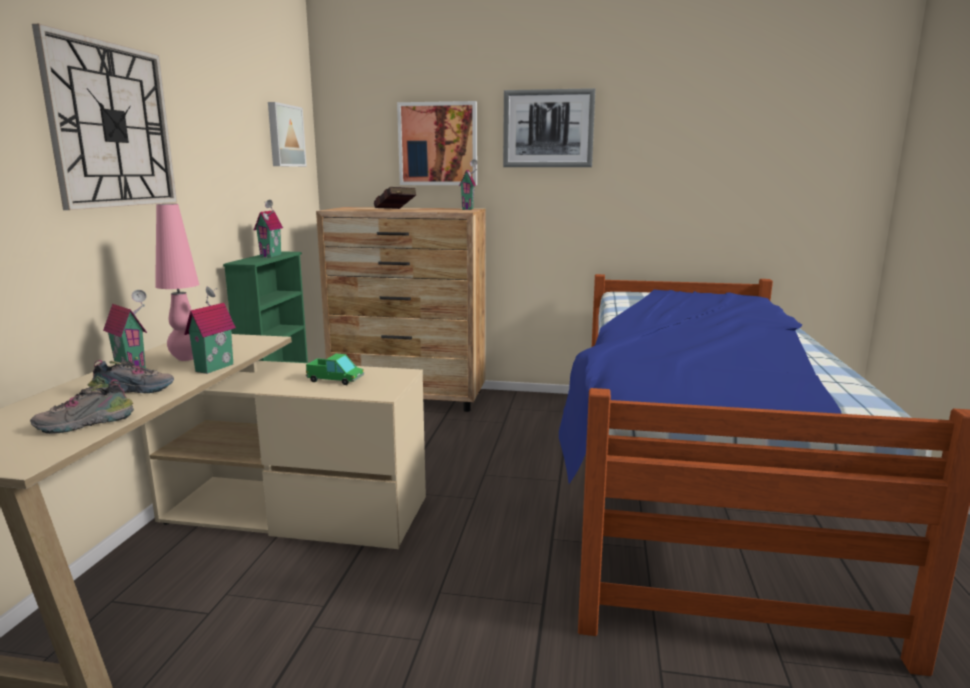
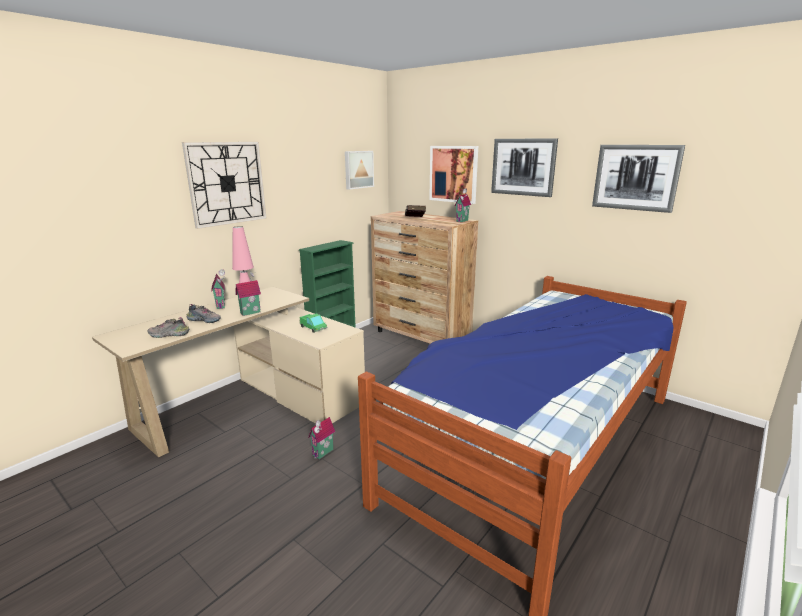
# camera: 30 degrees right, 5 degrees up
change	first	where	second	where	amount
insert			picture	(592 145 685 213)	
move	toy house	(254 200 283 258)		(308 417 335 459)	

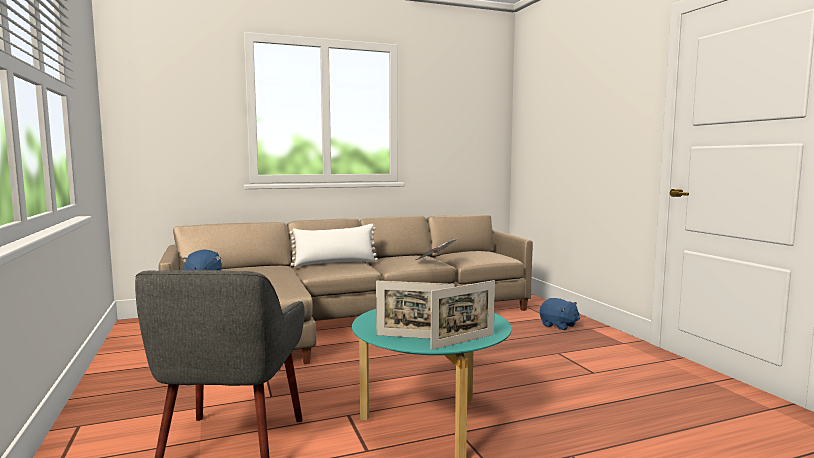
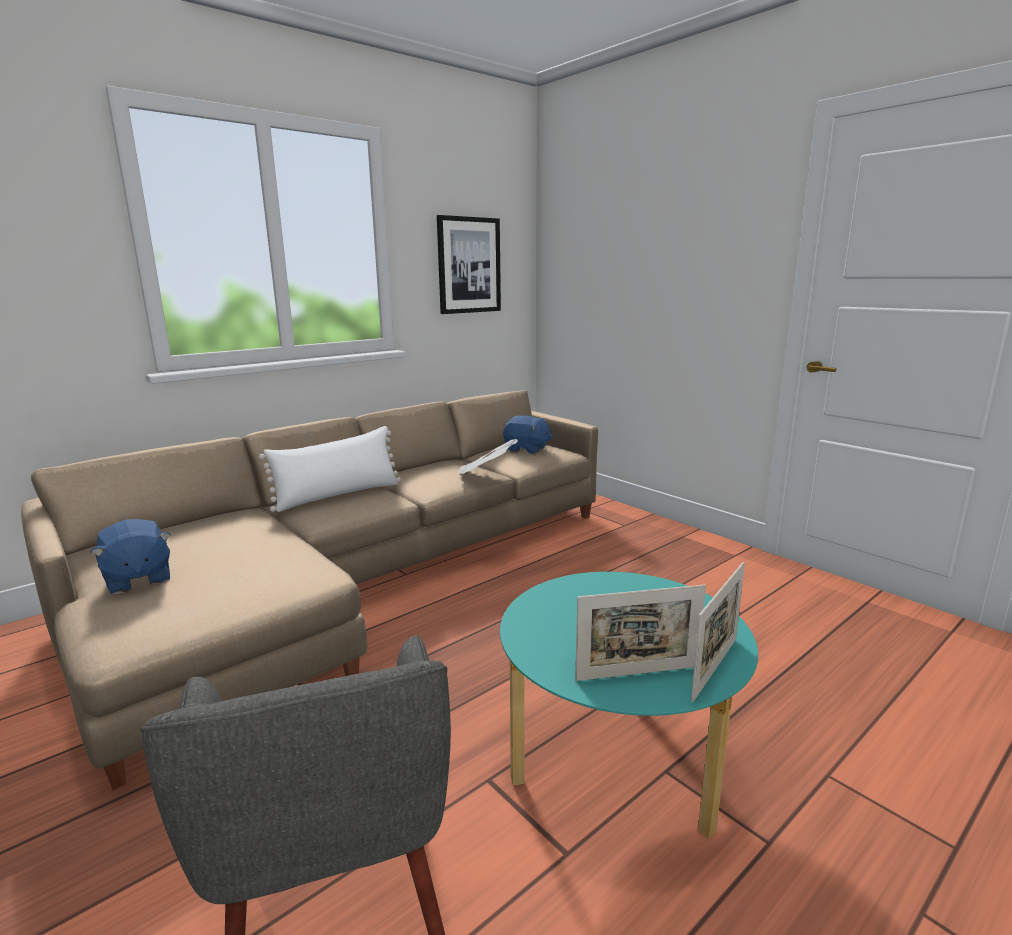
# camera: 20 degrees left, 10 degrees up
change	first	where	second	where	amount
insert			picture	(437 215 501 314)	
move	plush toy (blue)	(540 298 580 330)		(503 415 553 454)	

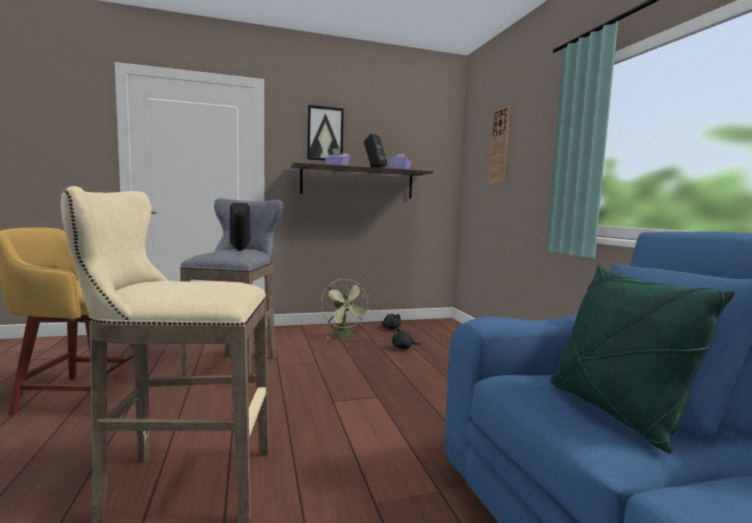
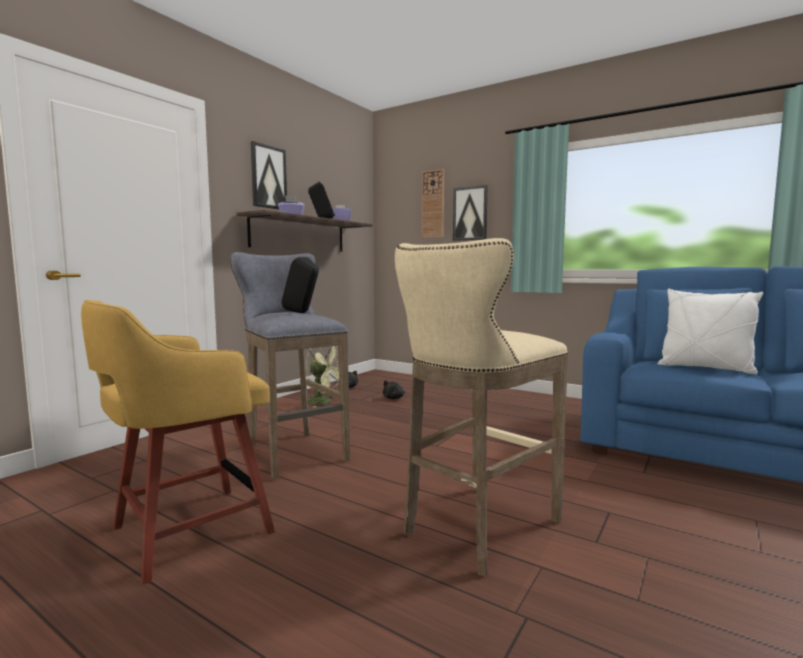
# camera: 40 degrees left, 0 degrees up
change	first	where	second	where	amount
insert			picture	(453 185 488 241)	
recolor	pillow (green)	(550 265 735 453)	pillow (white)	(658 289 763 374)	

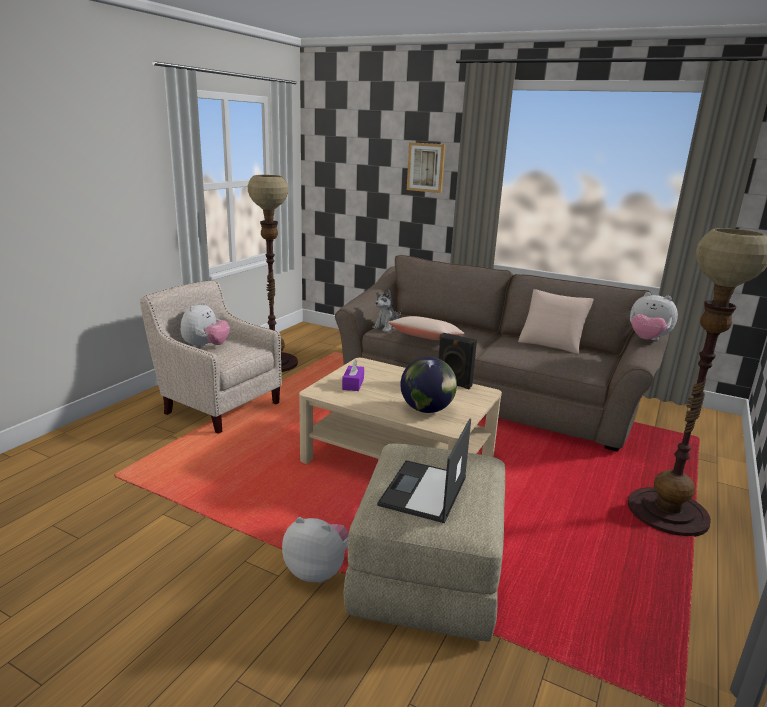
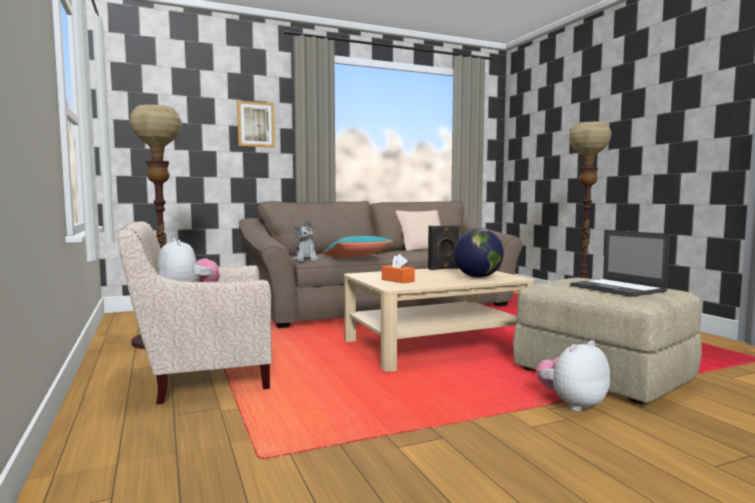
# camera: 50 degrees left, 15 degrees down
change	first	where	second	where	amount
delete	plush toy	(630 292 678 341)			
recolor	tissue box (purple)	(342 360 364 391)	tissue box (orange)	(382 254 415 283)	
recolor	pillow (beige)	(388 316 465 340)	pillow (turquoise)	(322 236 393 258)	

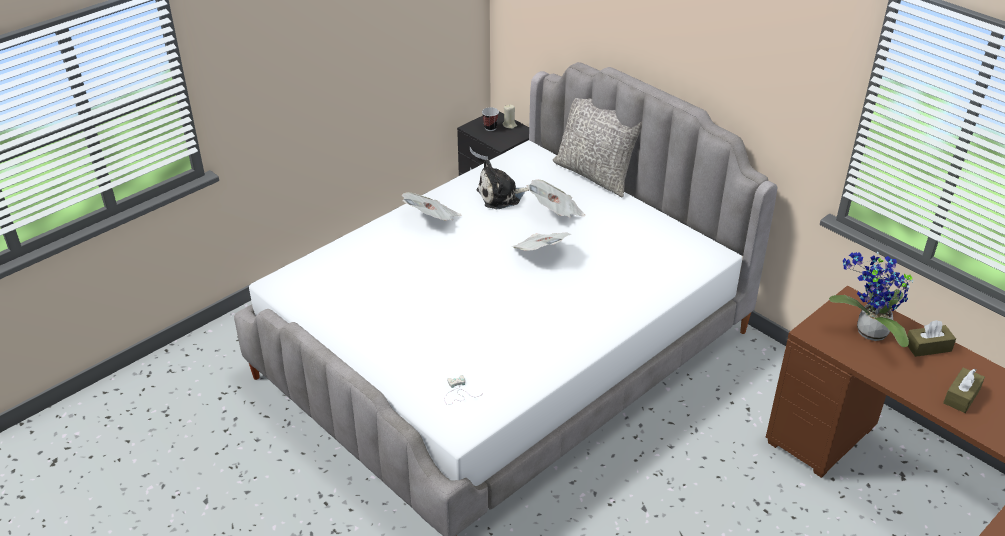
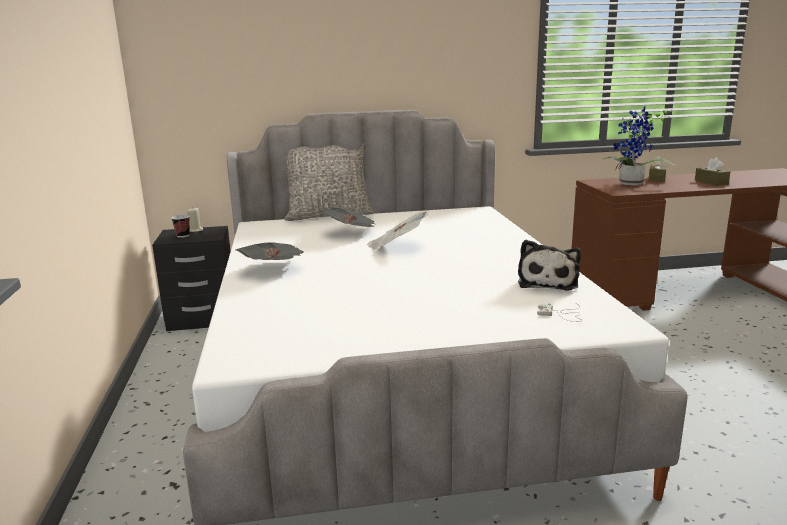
# camera: 55 degrees left, 20 degrees down
change	first	where	second	where	amount
move	plush toy	(476 159 529 209)		(518 240 581 291)	

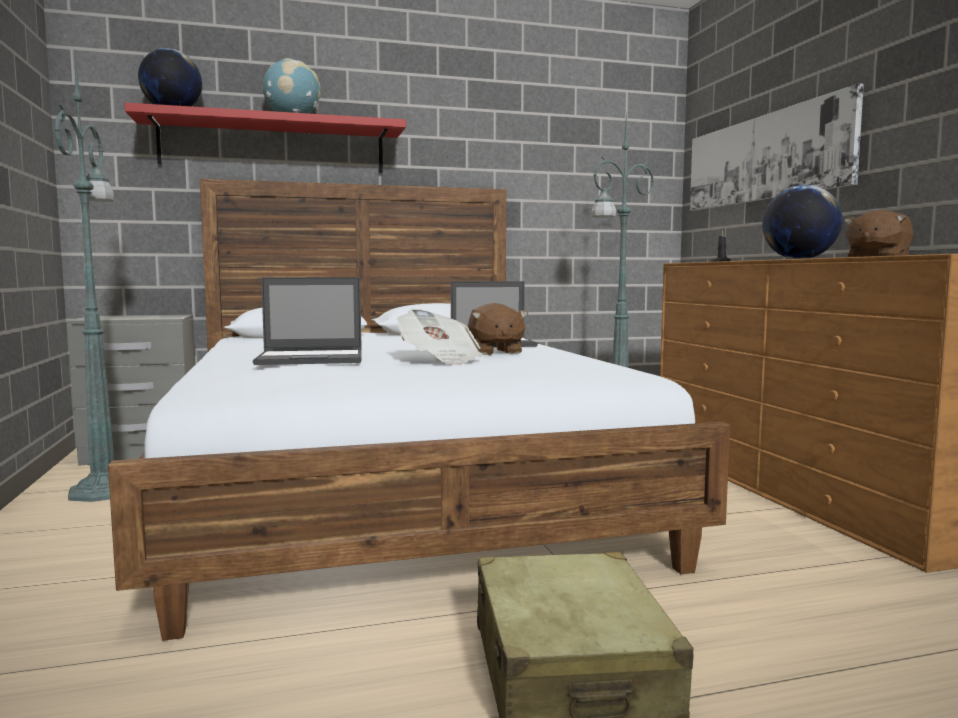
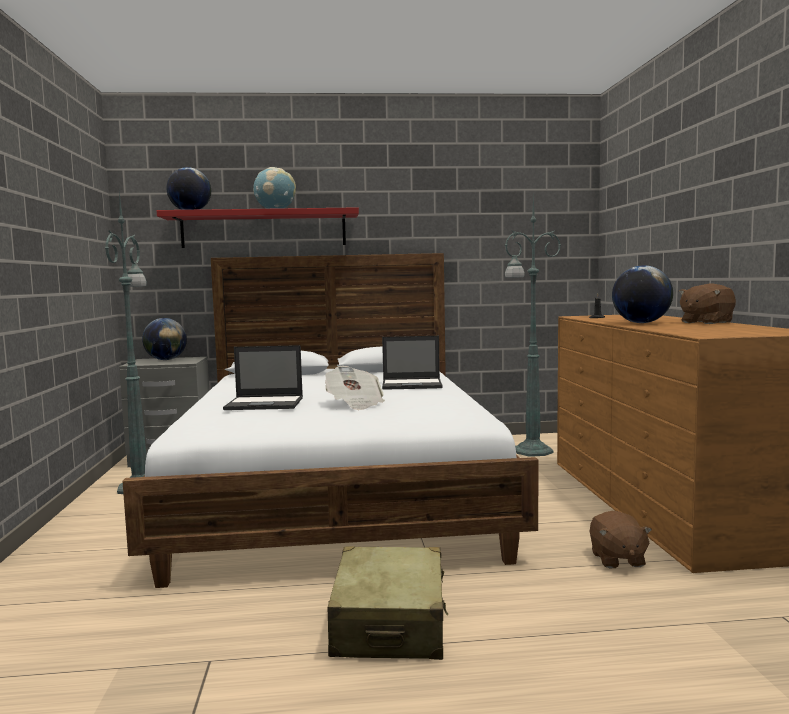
# camera: 10 degrees right, 0 degrees up
change	first	where	second	where	amount
delete	picture	(690 83 864 211)			
insert			globe	(142 318 187 360)	
move	plush toy (brown)	(468 303 528 355)		(590 511 652 568)	

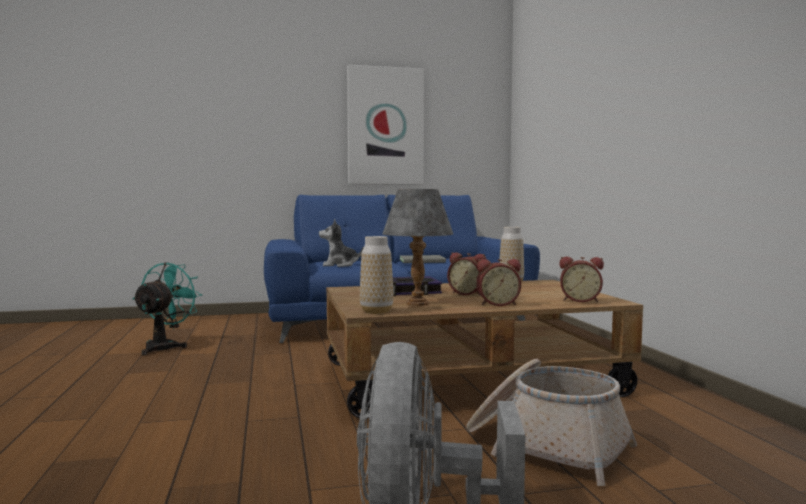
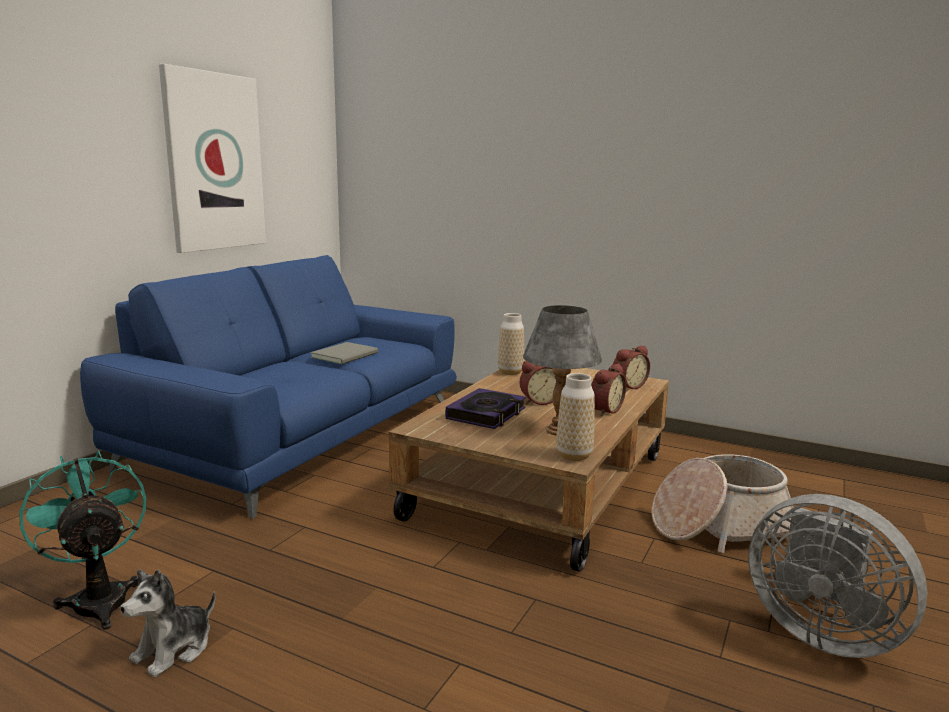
# camera: 50 degrees left, 10 degrees up
change	first	where	second	where	amount
move	plush toy	(319 219 364 267)		(120 569 215 677)	

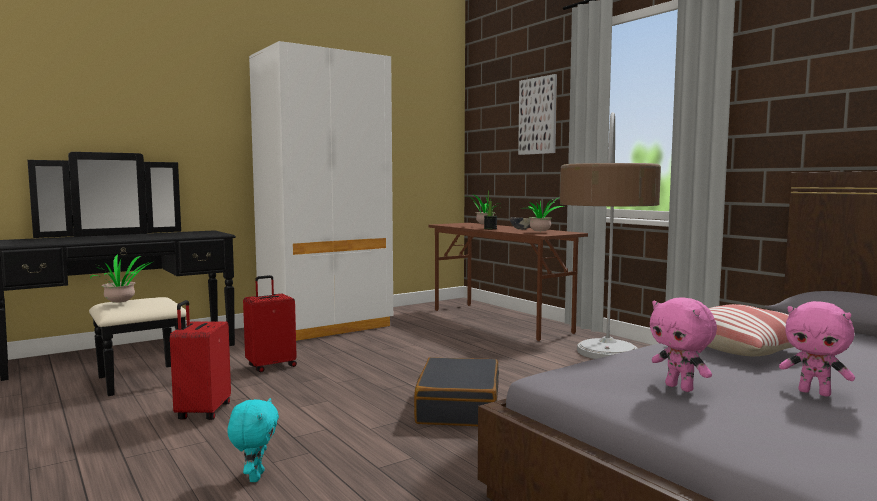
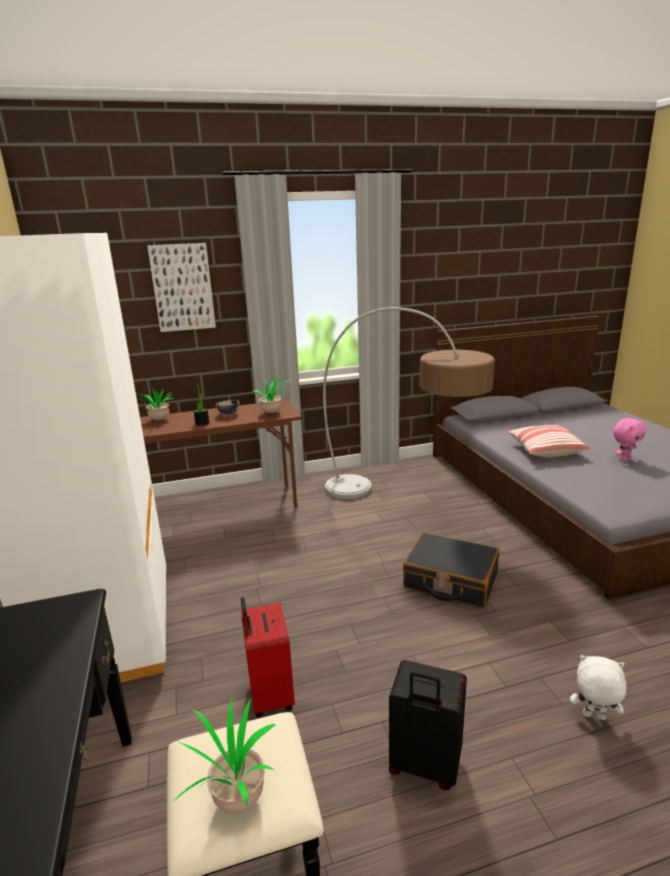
# camera: 70 degrees left, 15 degrees up
change	first	where	second	where	amount
delete	plush toy (pink)	(650 297 717 392)			
recolor	suitcase (red)	(170 300 231 420)	suitcase (black)	(389 660 467 790)	
recolor	plush toy (turquoise)	(227 398 279 482)	plush toy (white)	(570 655 626 720)	

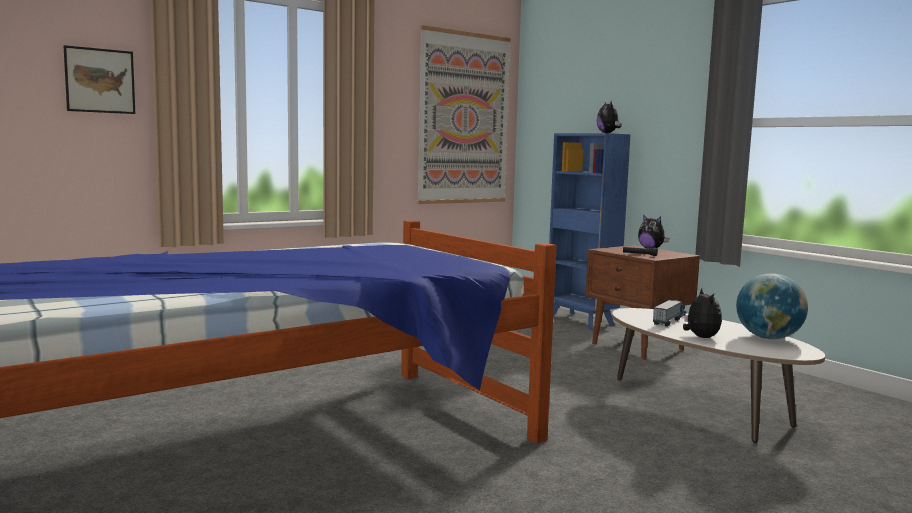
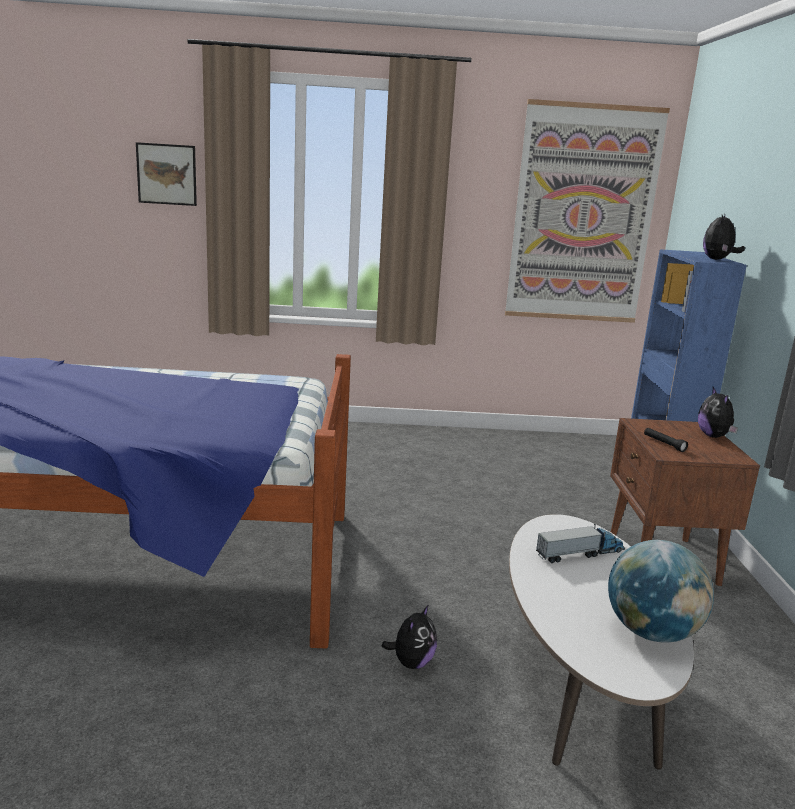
# camera: 35 degrees right, 10 degrees up
change	first	where	second	where	amount
move	plush toy	(683 288 722 338)		(382 604 437 669)	

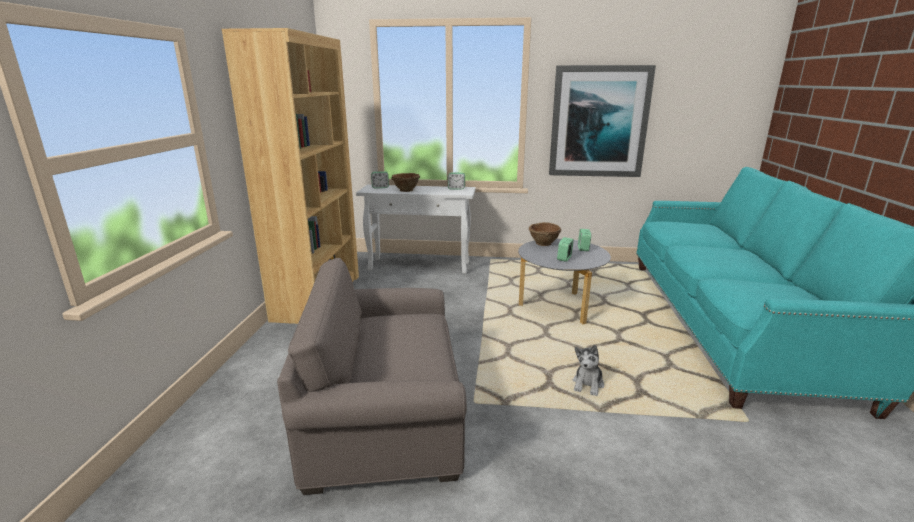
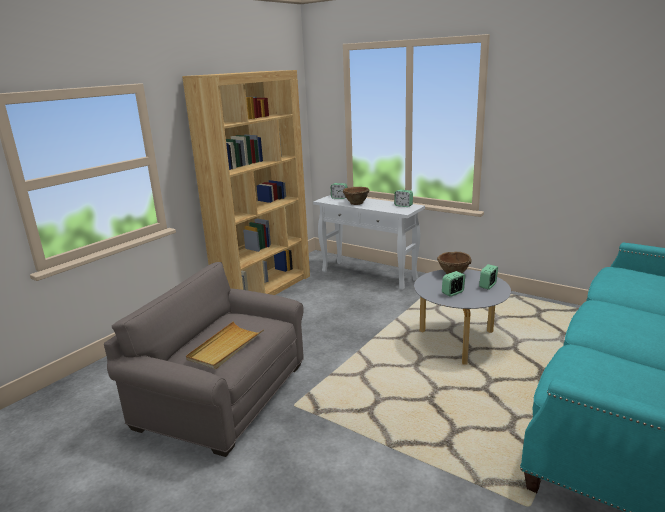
# camera: 30 degrees right, 0 degrees up
change	first	where	second	where	amount
delete	picture	(549 65 656 177)			
delete	plush toy	(573 345 604 396)			
insert			tray (beige)	(186 321 264 369)	

